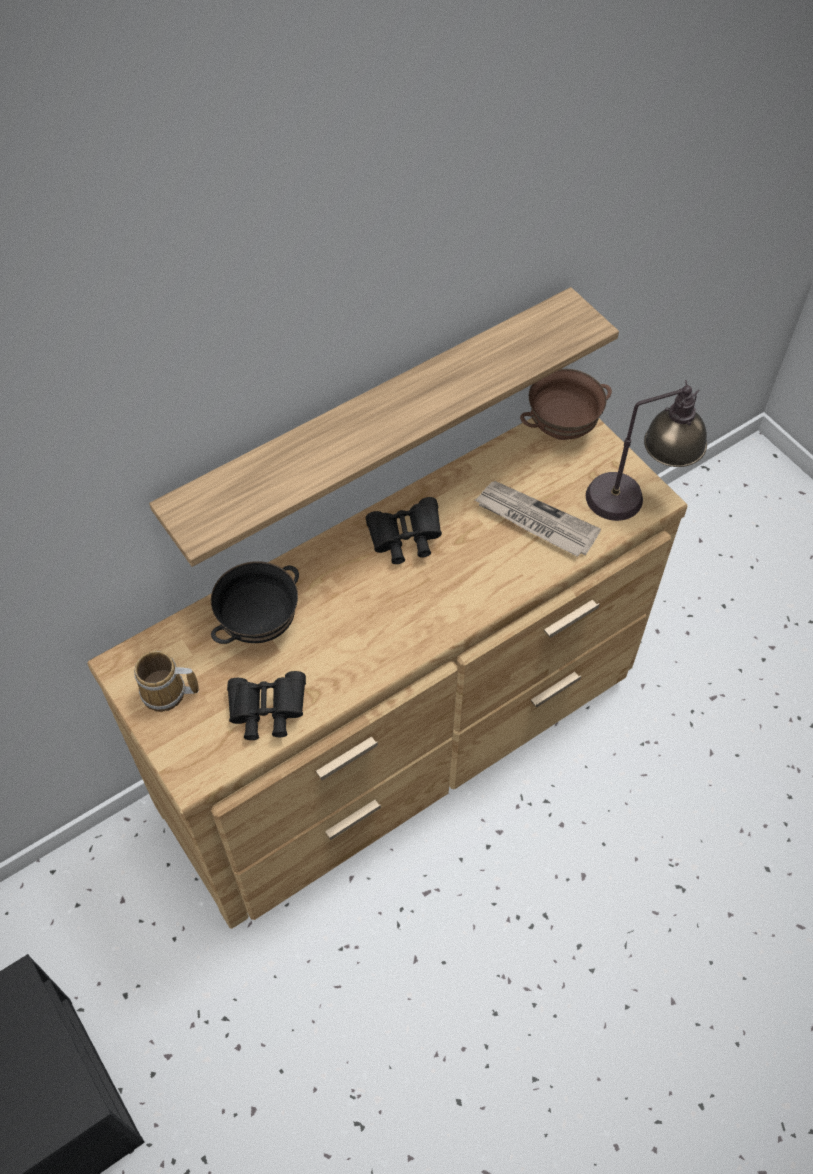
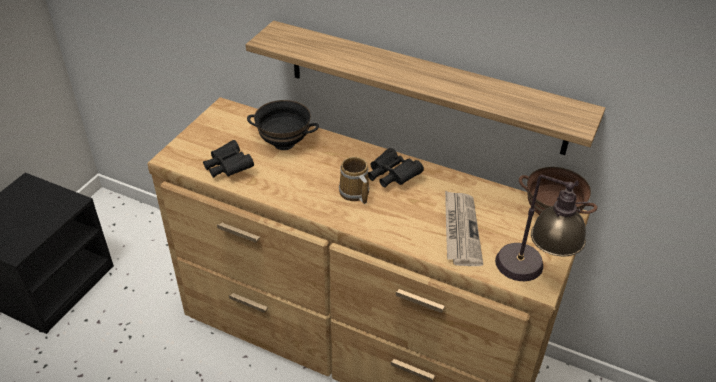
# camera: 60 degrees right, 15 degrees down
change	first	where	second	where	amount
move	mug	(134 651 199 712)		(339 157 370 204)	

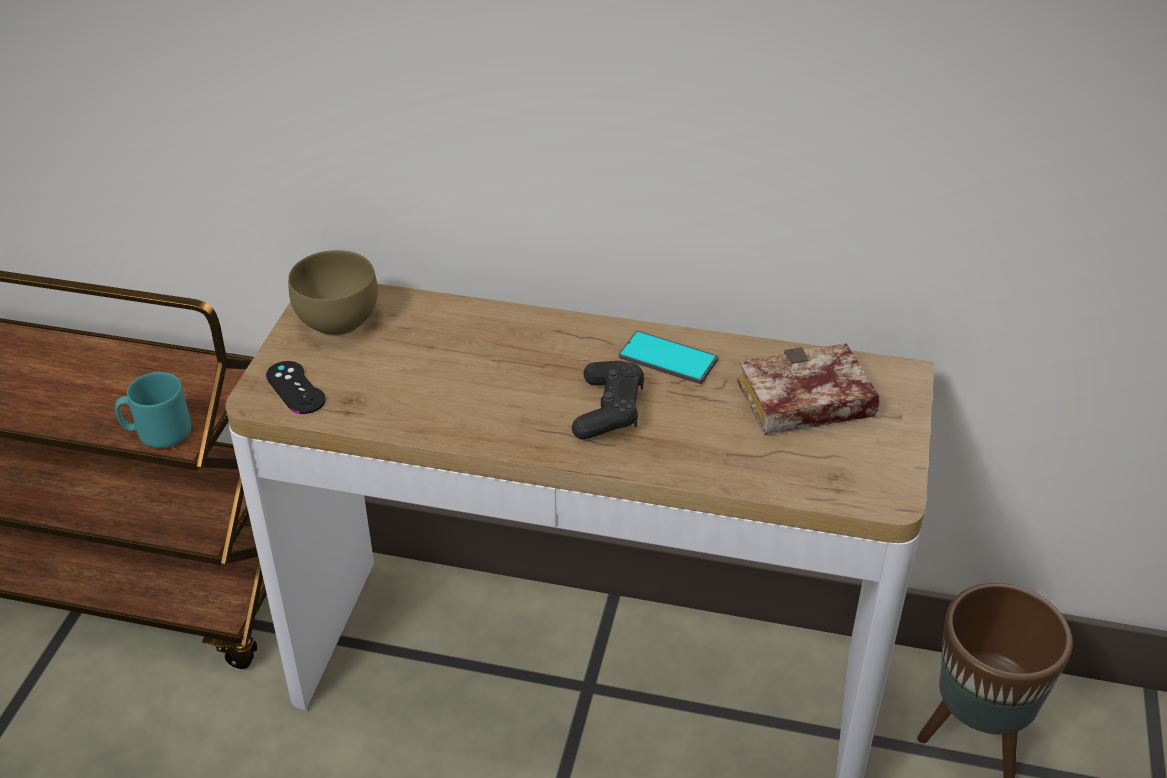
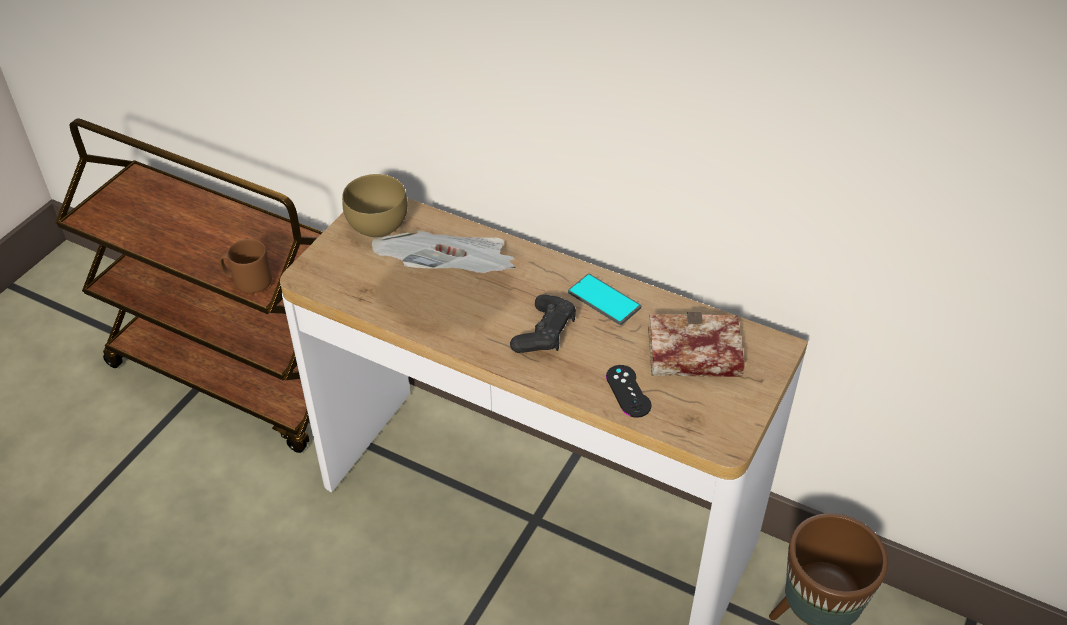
# camera: 15 degrees right, 5 degrees up
change	first	where	second	where	amount
insert			newspaper	(371 231 515 273)	
move	game controller (black)	(266 361 326 414)		(606 365 651 418)	
recolor	mug (turquoise)	(115 372 191 448)	mug (brown)	(219 239 272 294)	

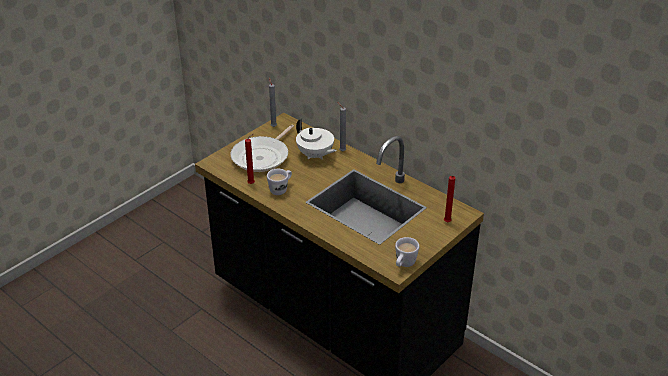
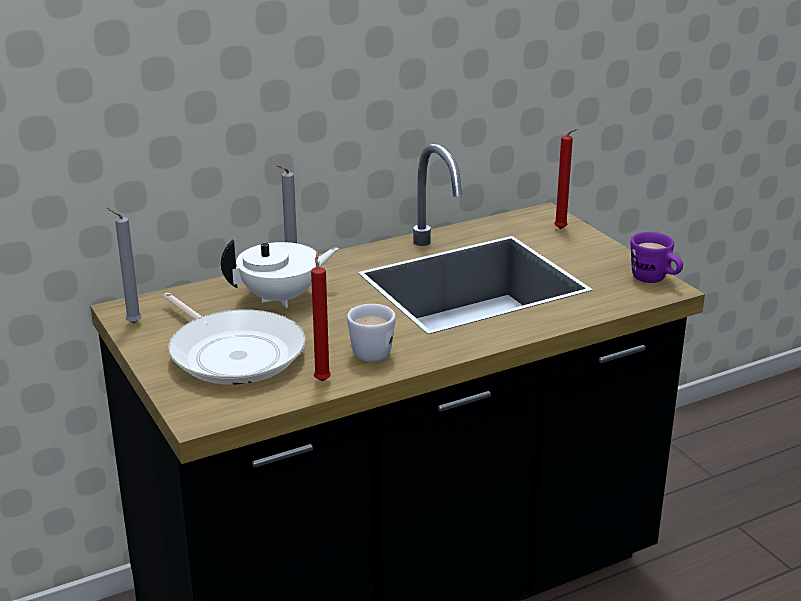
# camera: 70 degrees left, 10 degrees down
change	first	where	second	where	amount
recolor	mug (white)	(395 237 419 267)	mug (purple)	(631 232 683 283)	

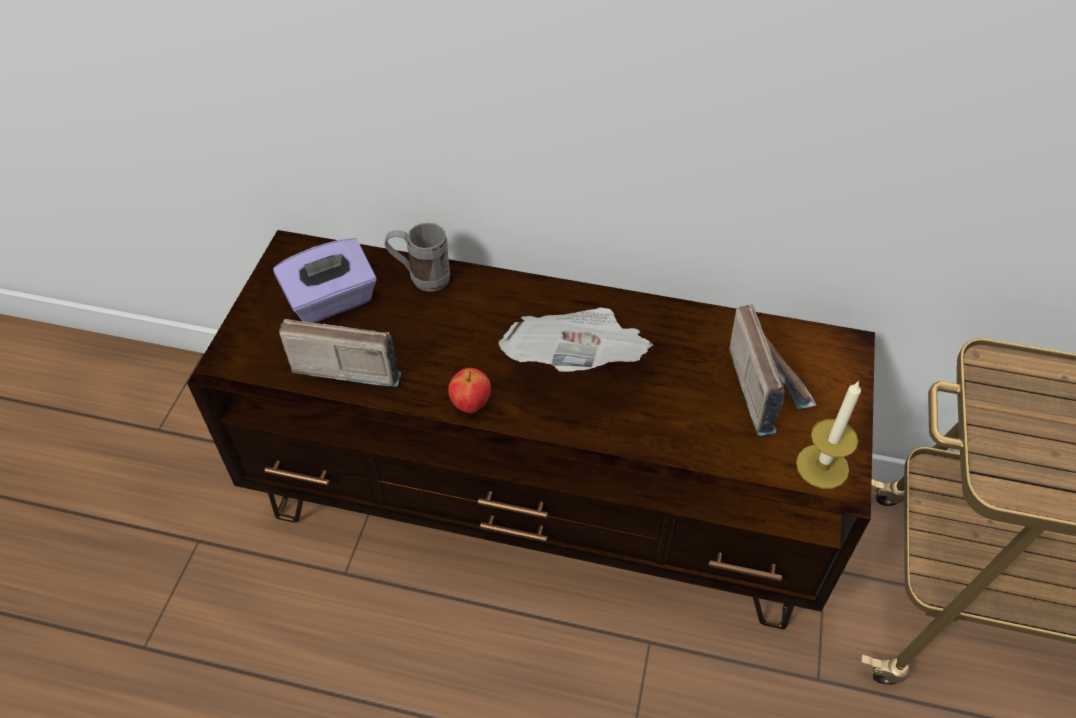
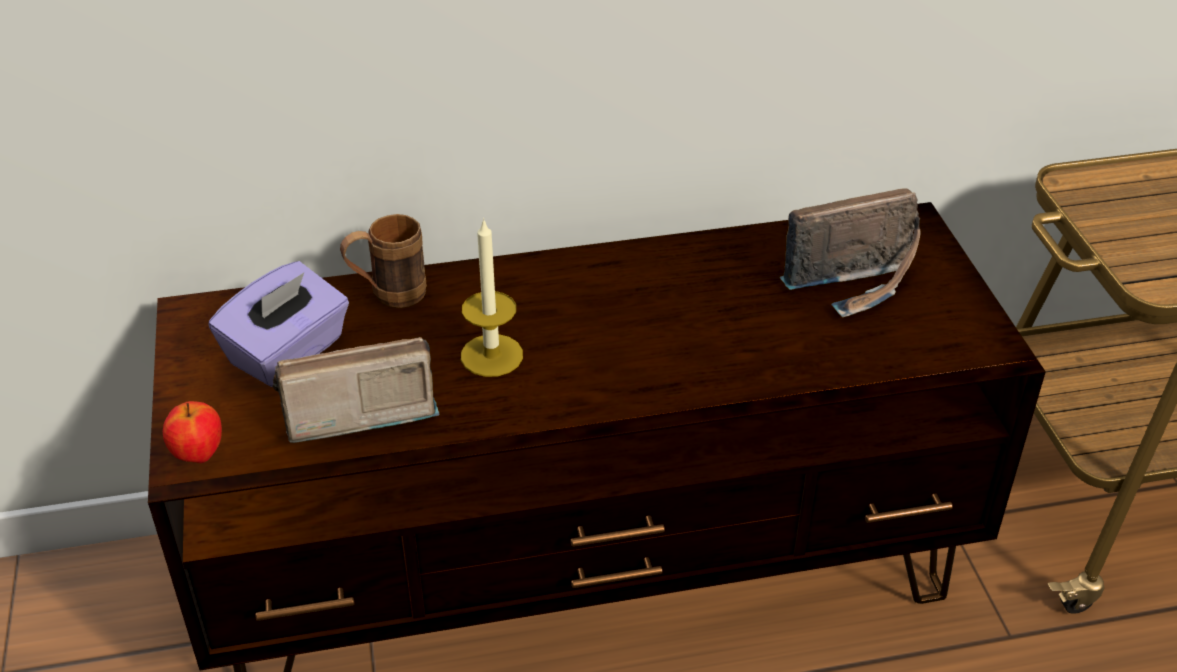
# camera: 25 degrees left, 10 degrees down
change	first	where	second	where	amount
delete	newspaper	(498 307 653 372)			
move	apple	(448 368 491 413)		(163 401 222 463)	
move	candle	(796 381 861 489)		(461 218 523 377)	
recolor	mug (grey)	(385 223 450 292)	mug (brown)	(340 214 427 308)	
rotate	radio	(729 304 817 436)		(780 188 921 317)	105 degrees clockwise

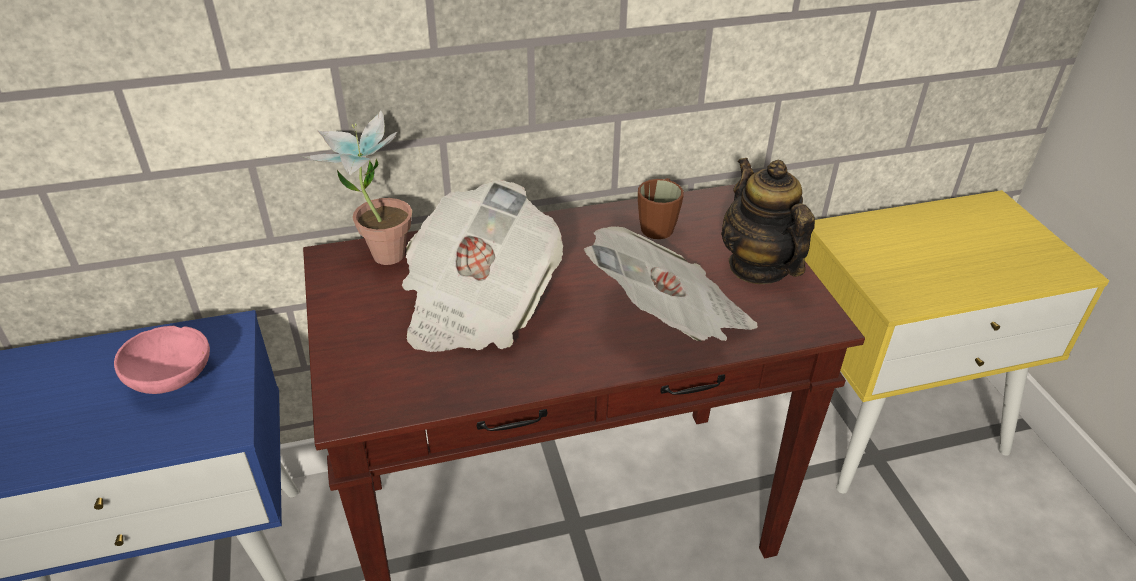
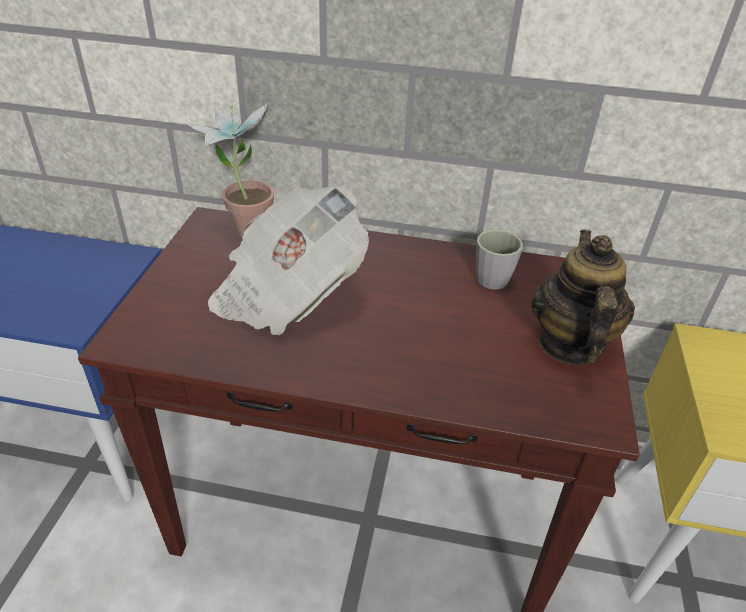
# camera: 25 degrees right, 0 degrees up
change	first	where	second	where	amount
delete	bowl (pink)	(114 326 210 394)			
delete	newspaper	(584 226 758 342)			
recolor	mug (brown)	(638 178 684 239)	mug (grey)	(476 230 523 290)	

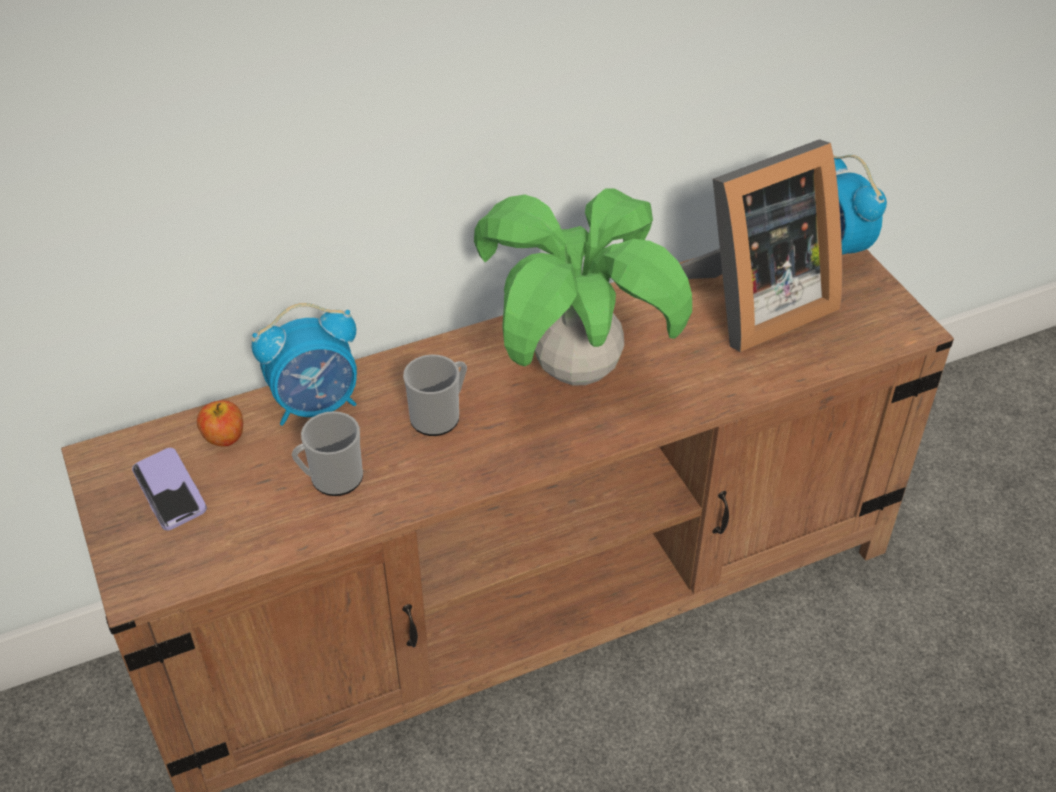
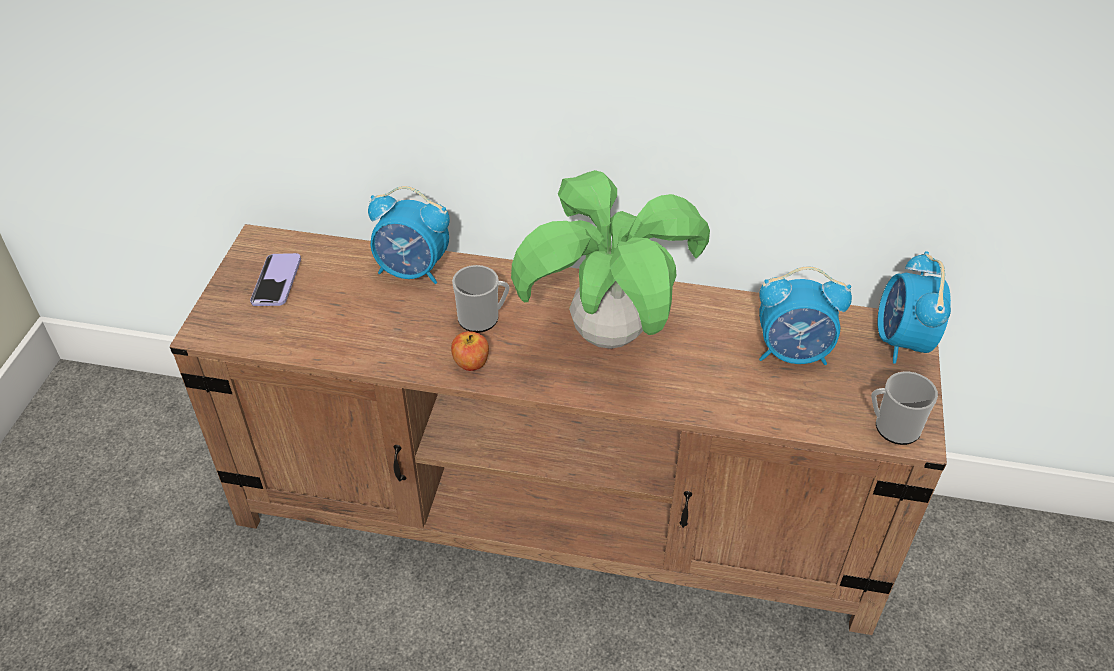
# camera: 35 degrees right, 0 degrees up
change	first	where	second	where	amount
move	apple	(197 400 243 447)		(451 331 489 371)	
move	mug	(292 411 363 496)		(871 371 938 445)	
replace	picture frame	(680 139 842 352)	alarm clock	(759 266 852 365)	

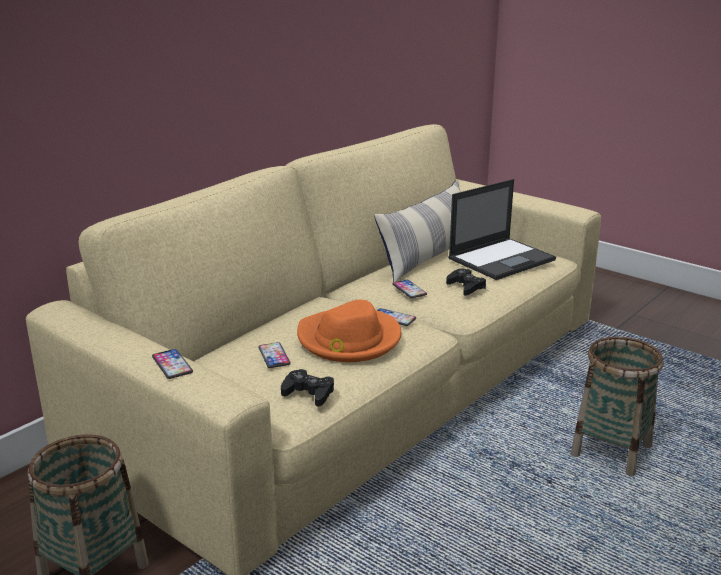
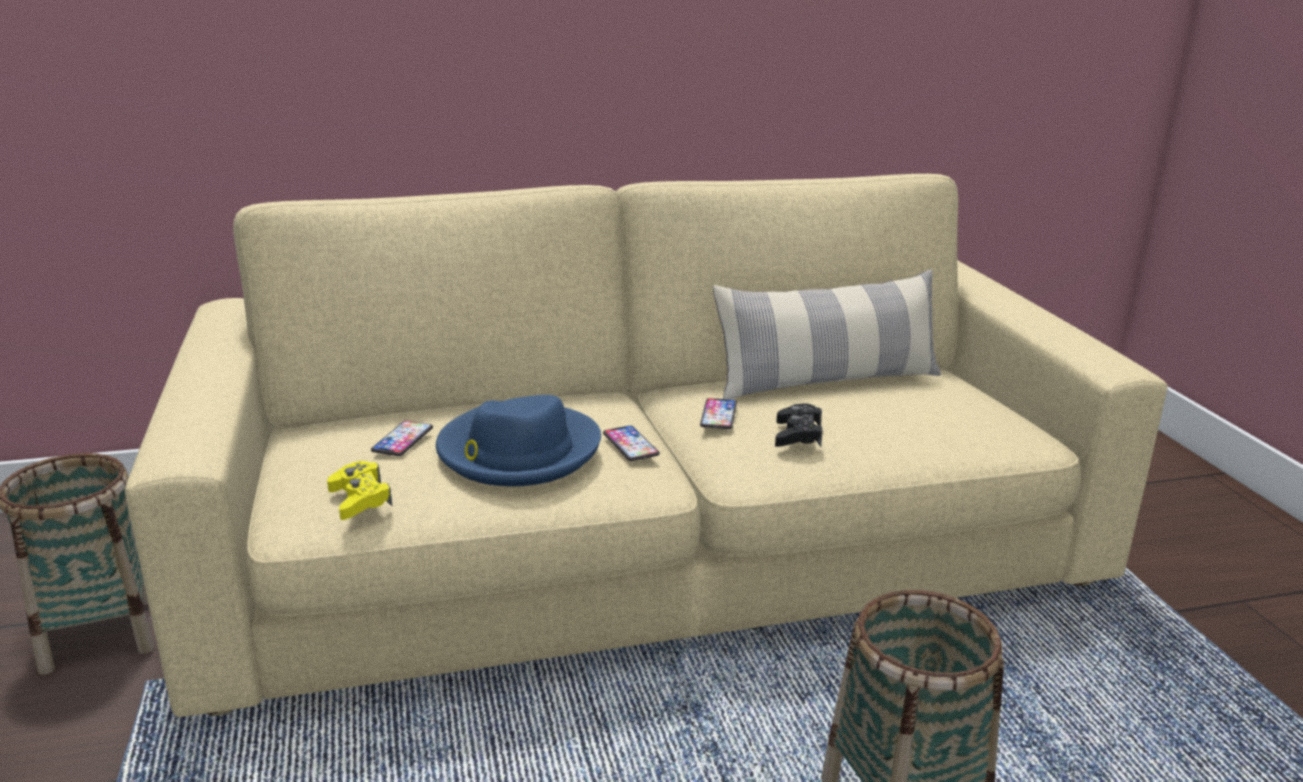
# camera: 35 degrees right, 0 degrees up
change	first	where	second	where	amount
delete	phone	(152 349 193 379)			
delete	laptop	(448 179 556 280)			
recolor	game controller (black)	(281 369 334 407)	game controller (yellow)	(327 461 393 520)	
recolor	hat (orange)	(297 300 402 362)	hat (blue)	(436 395 601 486)	

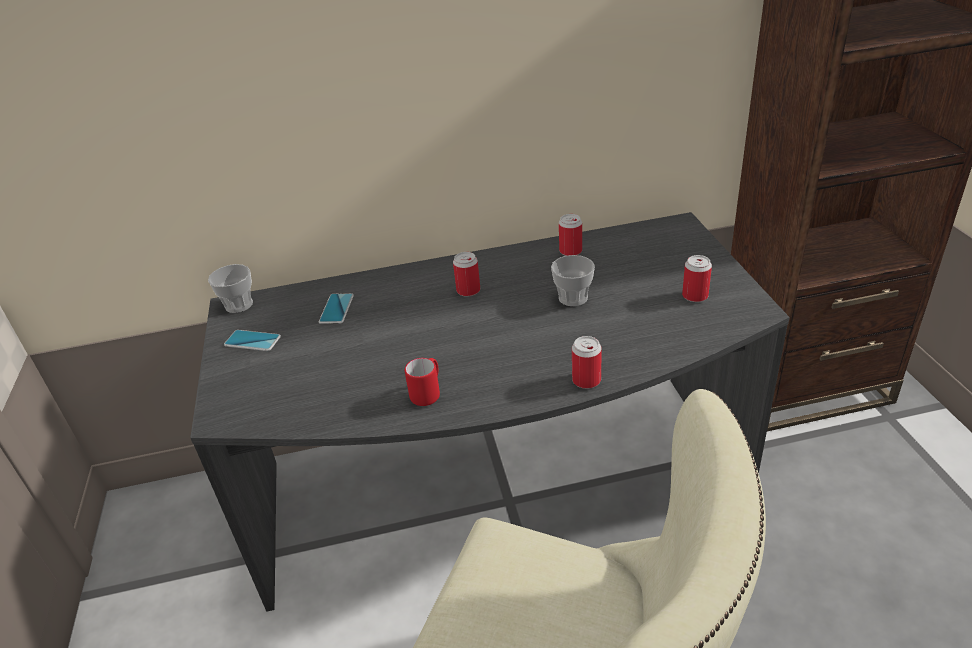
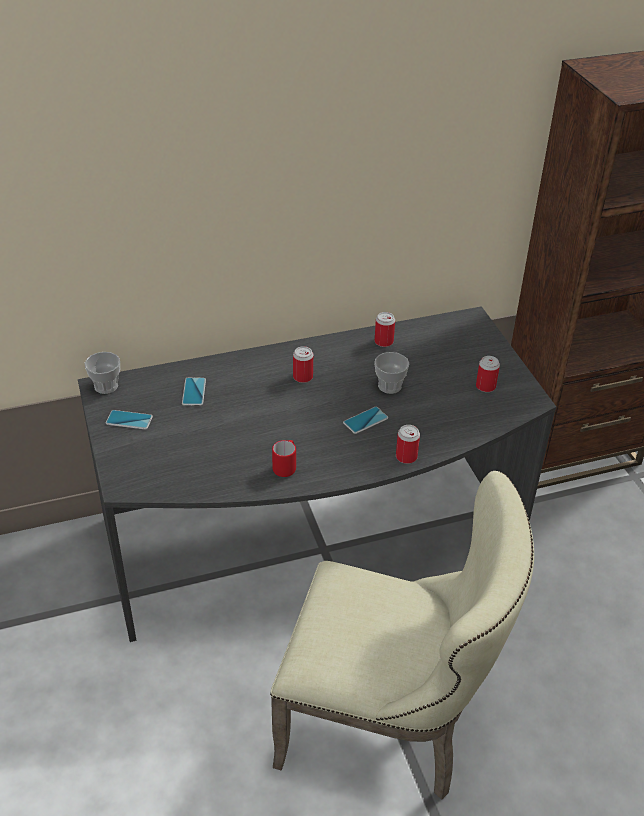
# camera: 10 degrees left, 5 degrees up
change	first	where	second	where	amount
insert			phone	(343 407 388 434)	

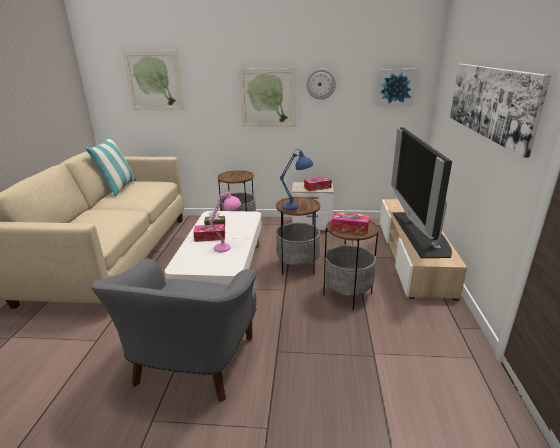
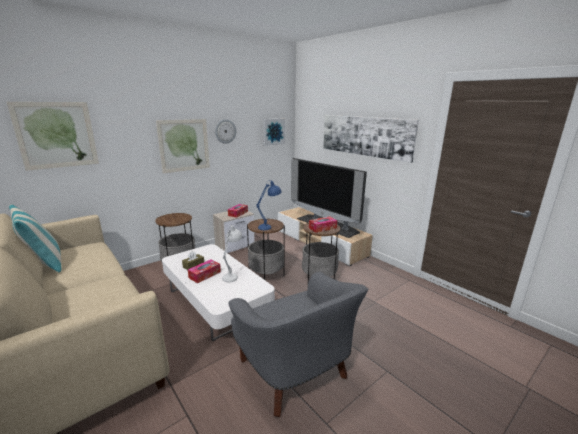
# camera: 45 degrees left, 5 degrees down
change	first	where	second	where	amount
recolor	table lamp (pink)	(209 190 241 252)	table lamp (white)	(222 225 242 282)	

